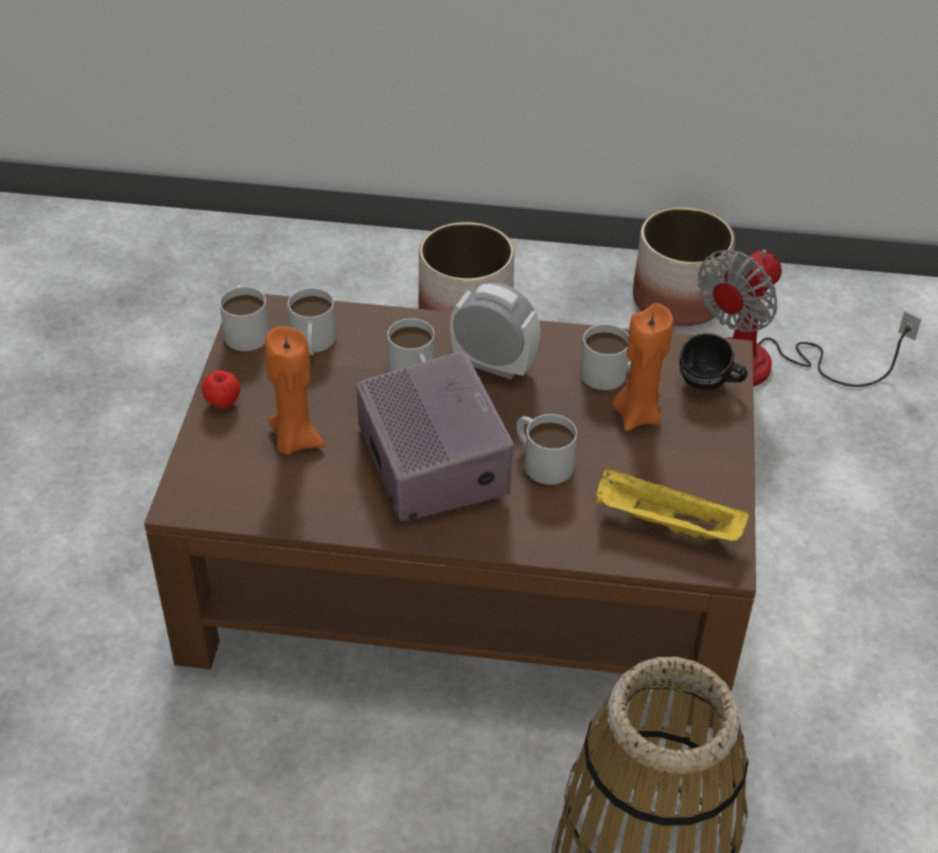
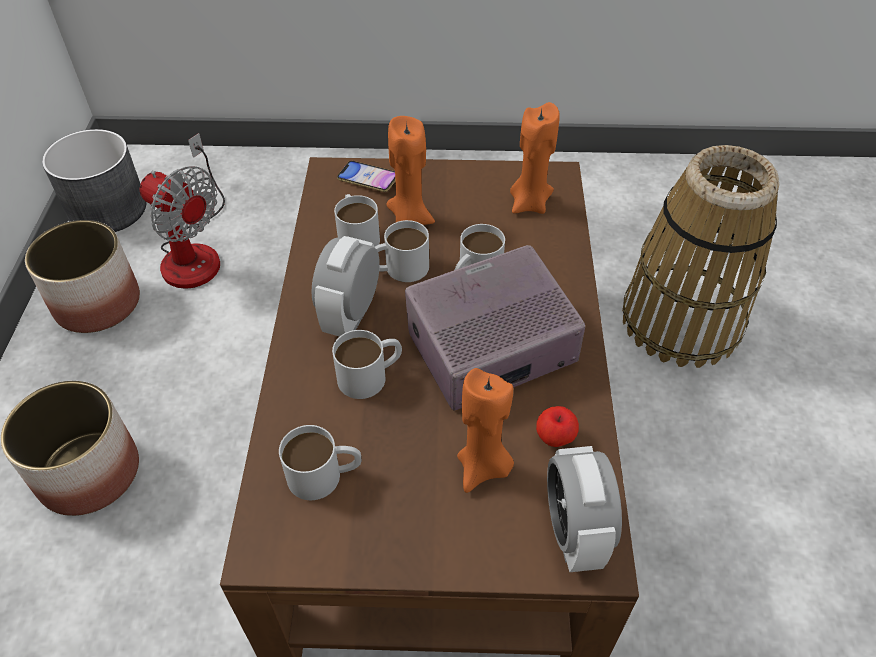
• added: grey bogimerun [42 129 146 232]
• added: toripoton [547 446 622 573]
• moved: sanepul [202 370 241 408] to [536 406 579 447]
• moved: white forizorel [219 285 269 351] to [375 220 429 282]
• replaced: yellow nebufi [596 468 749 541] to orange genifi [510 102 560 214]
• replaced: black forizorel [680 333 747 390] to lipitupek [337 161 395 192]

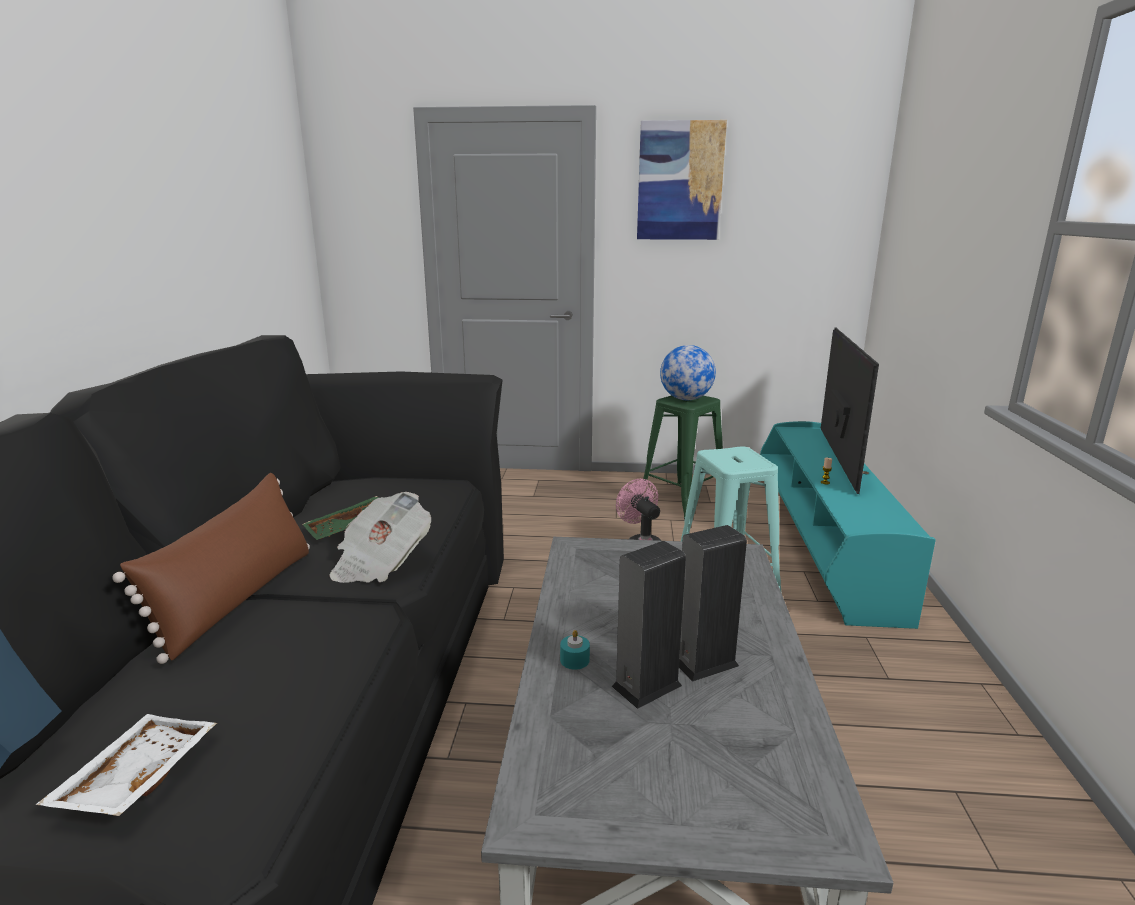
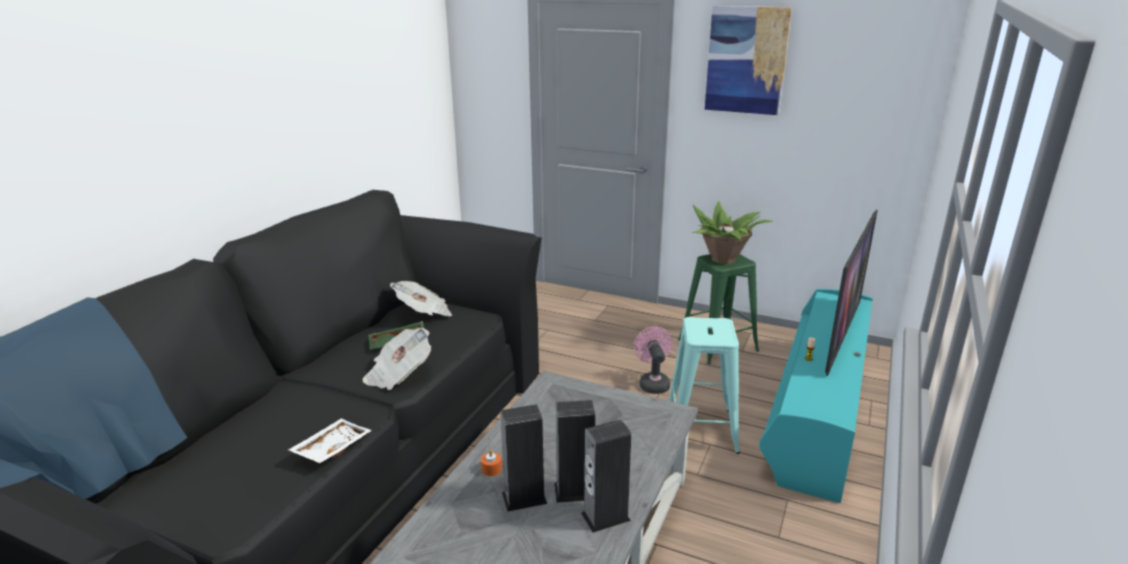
• removed: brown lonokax [112 473 310 664]
• added: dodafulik [390 281 452 316]
• added: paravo [581 419 631 533]
• moved: white nebufi [36 714 217 816] to [288 418 372 463]
• replaced: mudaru [660 345 716 400] to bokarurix [692 201 773 264]
• recoloured: turquoise genifi [560 630 590 670] to orange genifi [481 450 502 476]

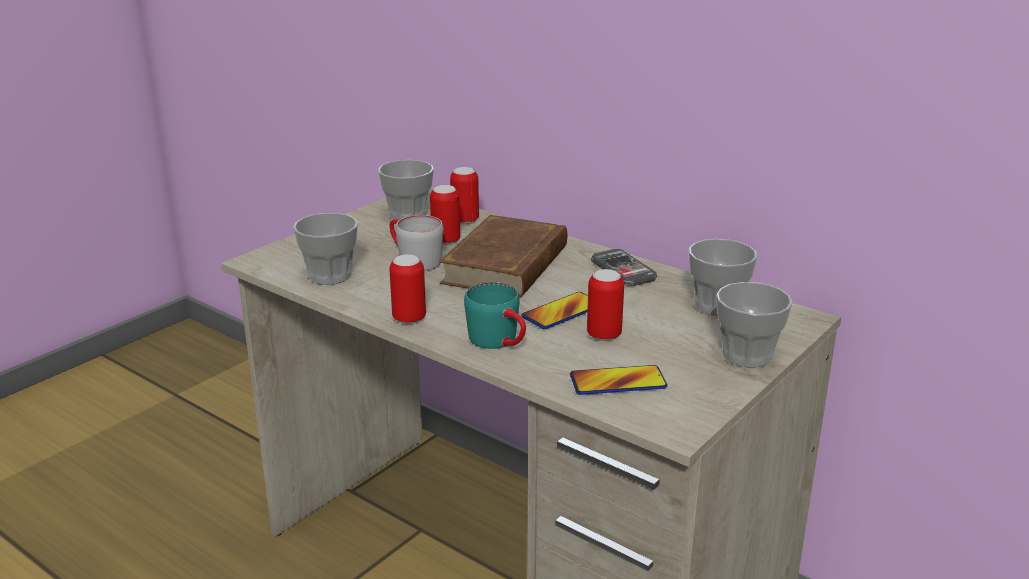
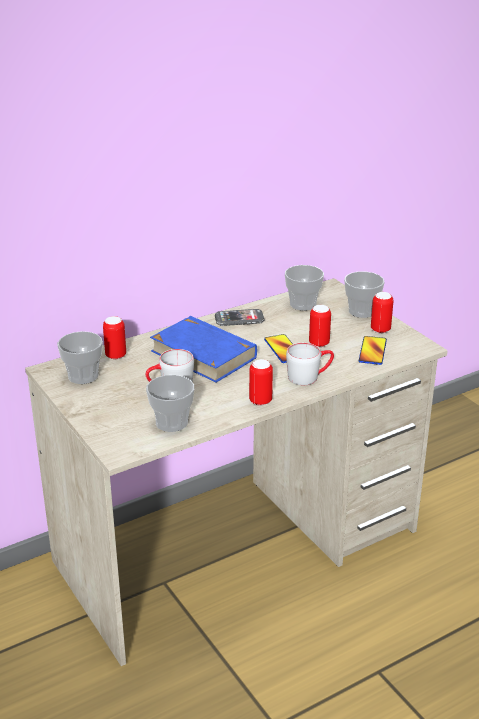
• moved: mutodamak [430 185 460 245] to [371 292 394 333]
• recoloured: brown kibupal [439 215 567 298] to blue kibupal [150 316 257 382]
• recoloured: turquoise forizorel [464 282 526 349] to grey forizorel [286 343 334 385]

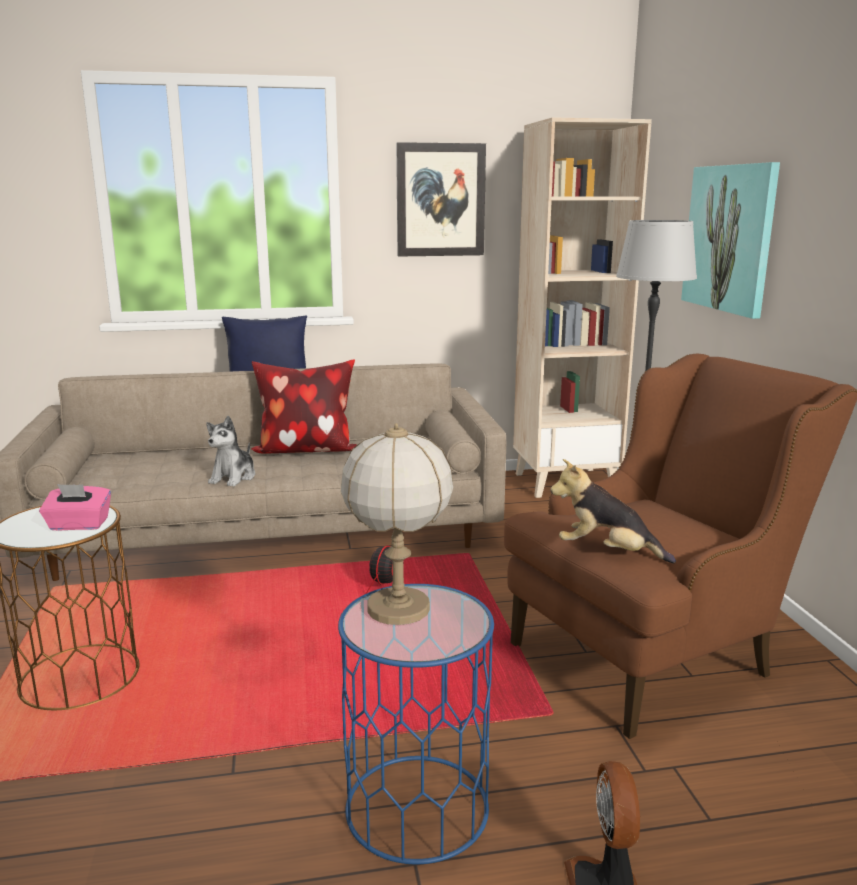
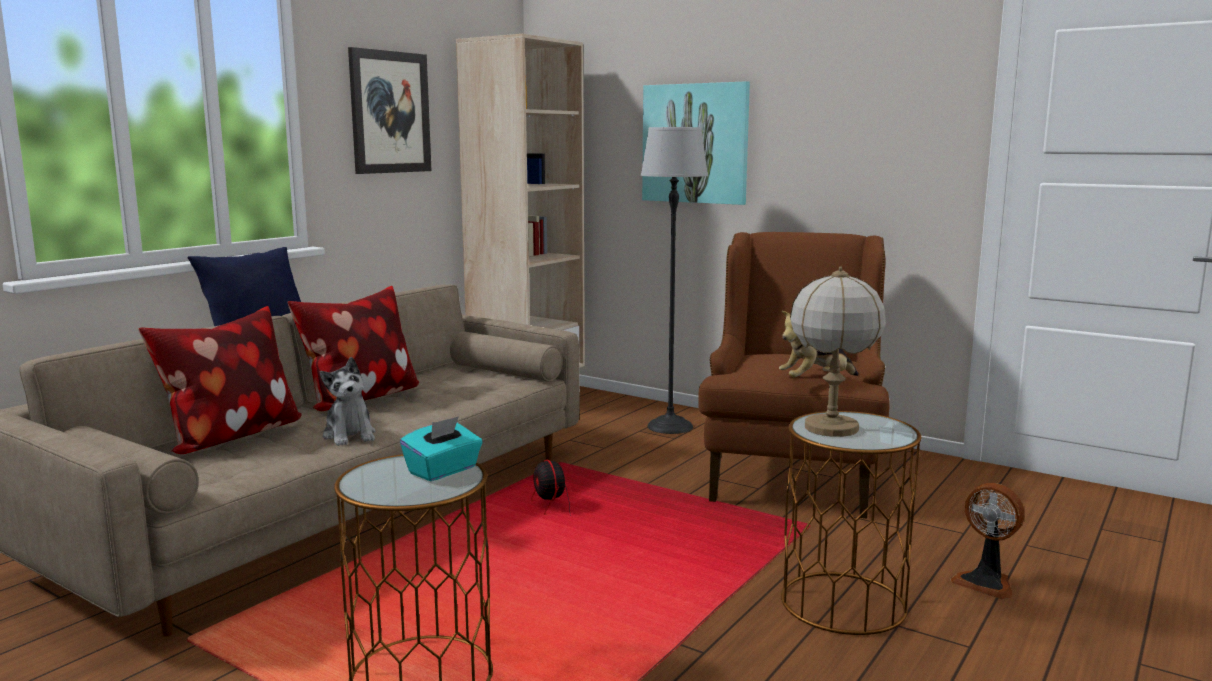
• added: lonokax [138 306 301 454]
• recoloured: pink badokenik [39 484 111 530] to turquoise badokenik [400 416 483 481]
• recoloured: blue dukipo [338 584 494 864] to brown dukipo [781 411 921 635]

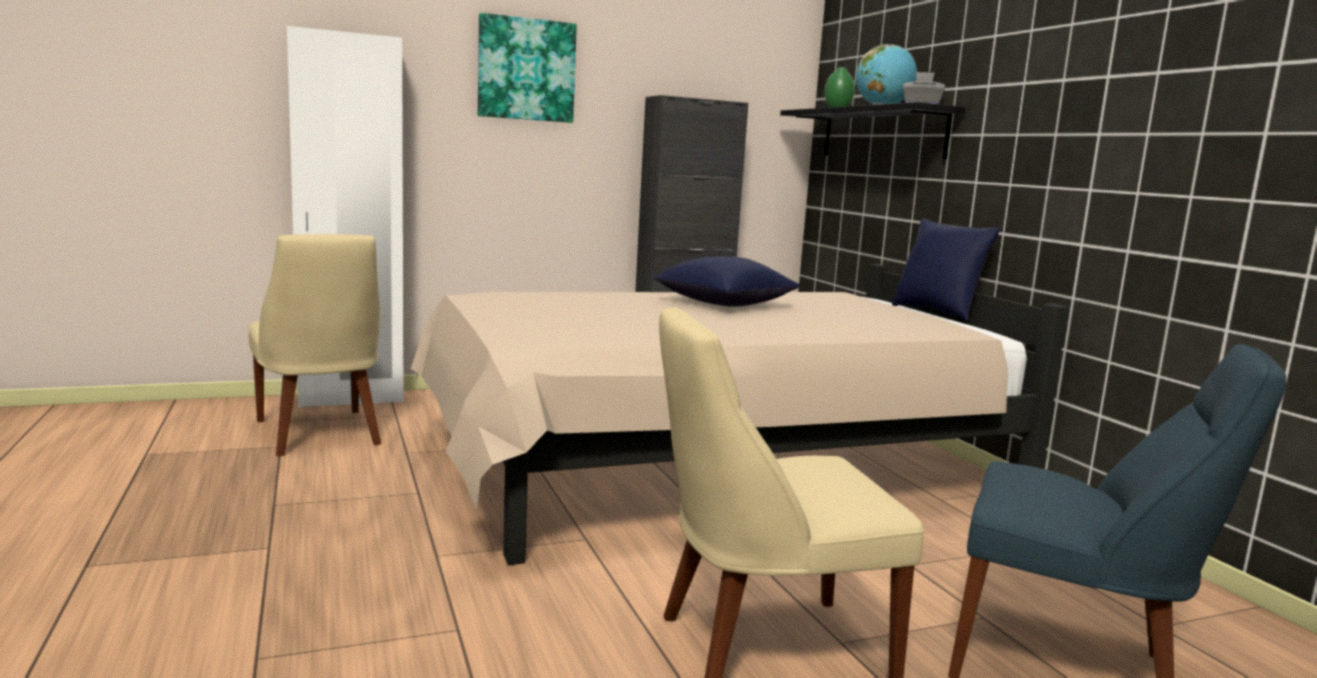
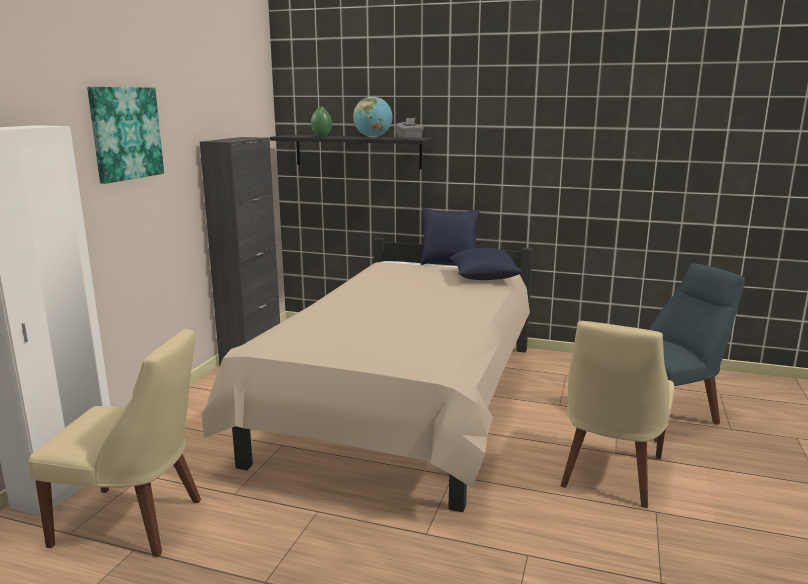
• moved: blue lonokax [653 256 800 307] to [449 248 522 280]

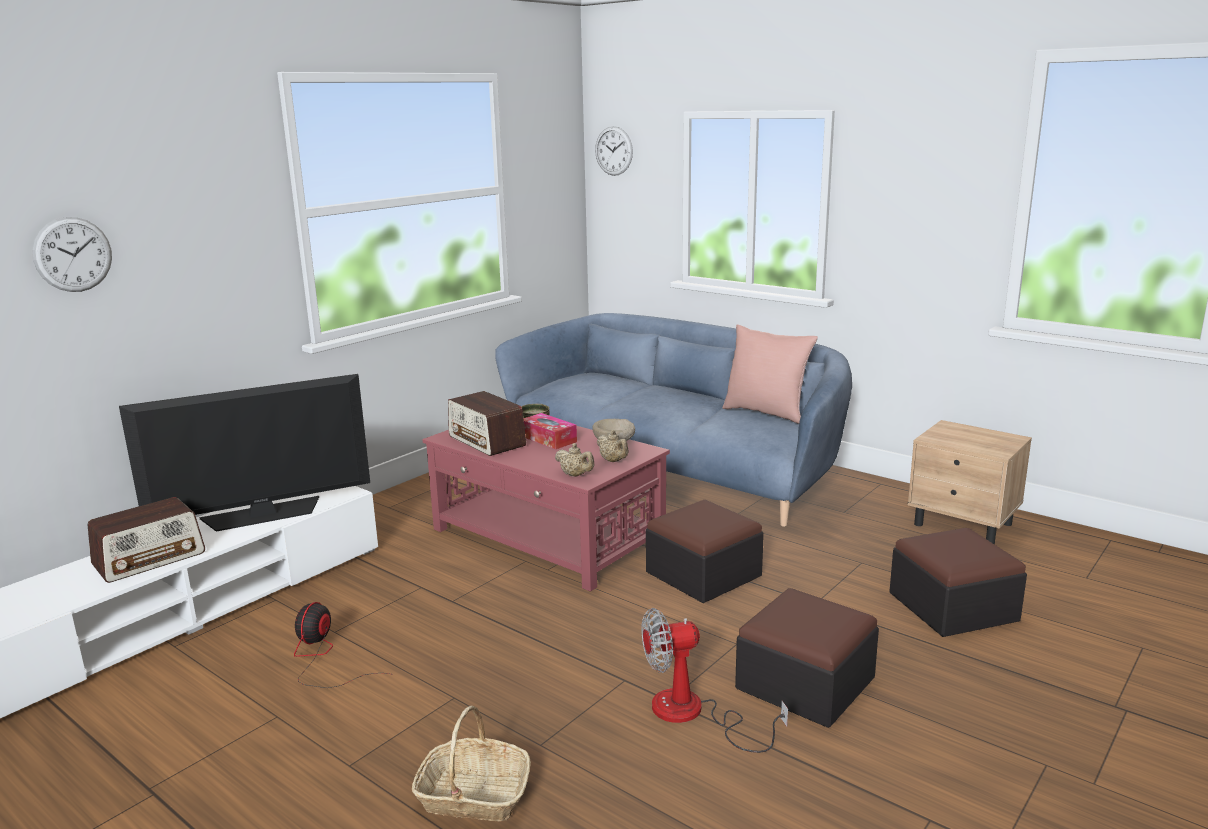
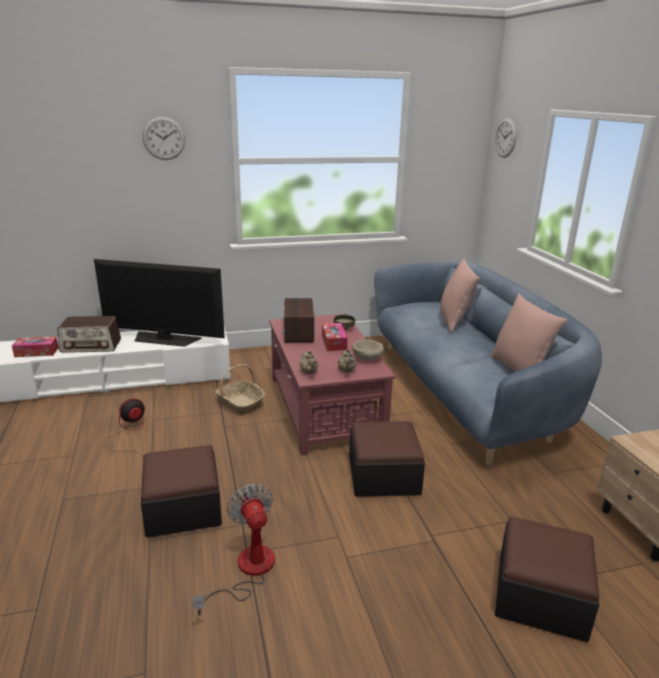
• added: badokenik [12 337 59 357]
• added: pink lonokax [440 258 480 333]
• moved: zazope [32 217 112 292] to [142 117 185 160]
• moved: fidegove [412 706 531 822] to [215 364 265 415]
• moved: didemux [735 588 879 728] to [141 445 222 538]
• turned: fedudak [641 608 788 753] = [193 484 275 616] 45 degrees clockwise

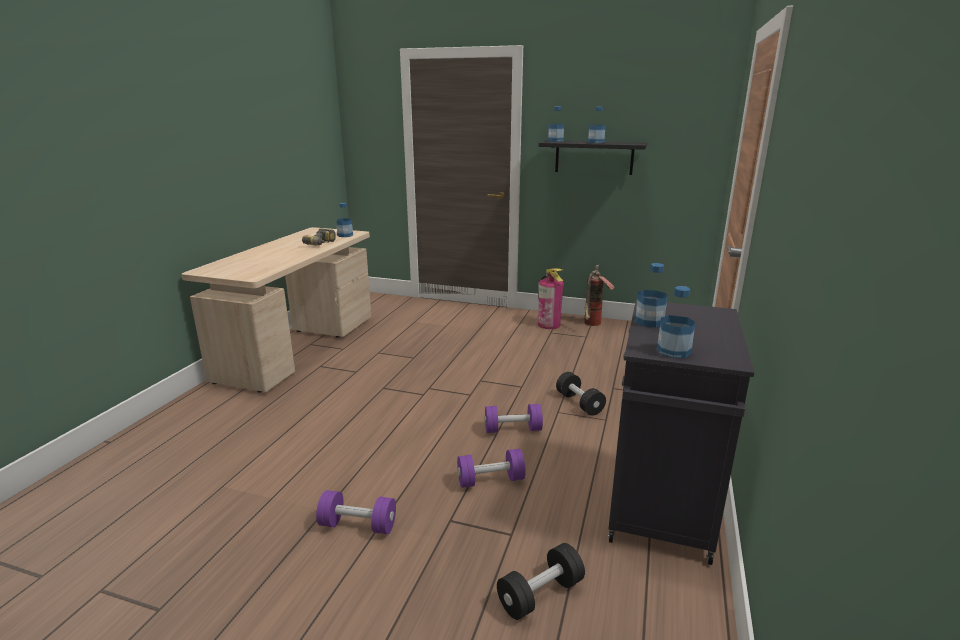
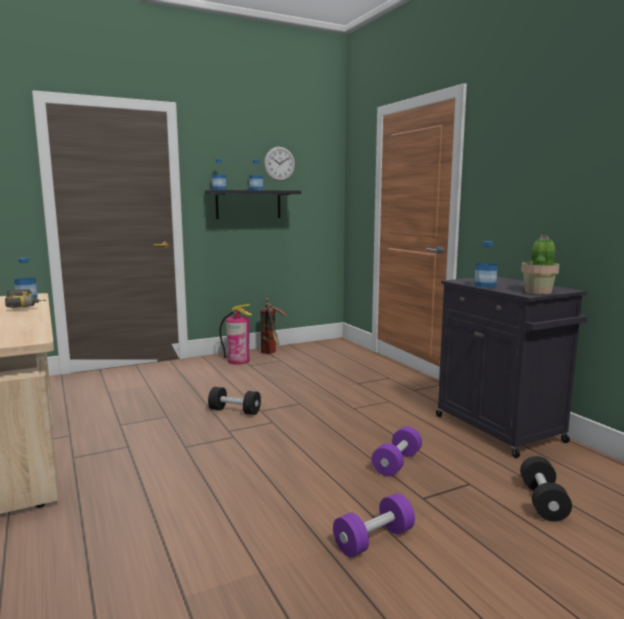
• removed: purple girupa [485 404 543 433]
• added: zazope [264 147 295 181]
• moved: black girupa [556 372 606 416] to [208 387 261 415]
• replaced: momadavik [657 286 695 358] to bokarurix [521 235 560 294]

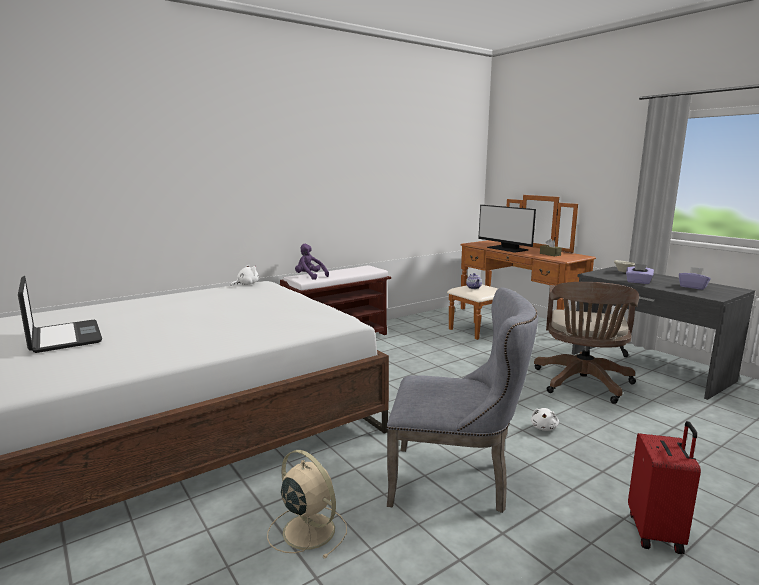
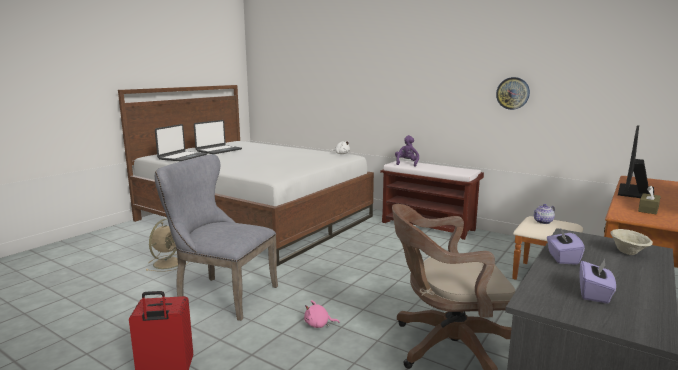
• added: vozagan [155 124 207 161]
• added: zazope [496 77 530 110]
• recoloured: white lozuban [531 408 559 431] to pink lozuban [304 300 340 328]
• turned: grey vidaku [387 287 538 513] = [155 154 278 321] 120 degrees clockwise

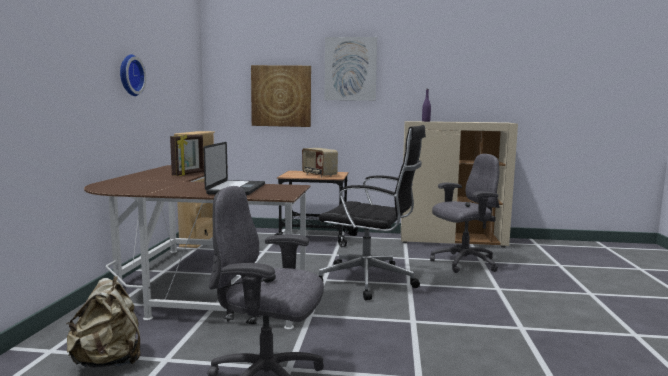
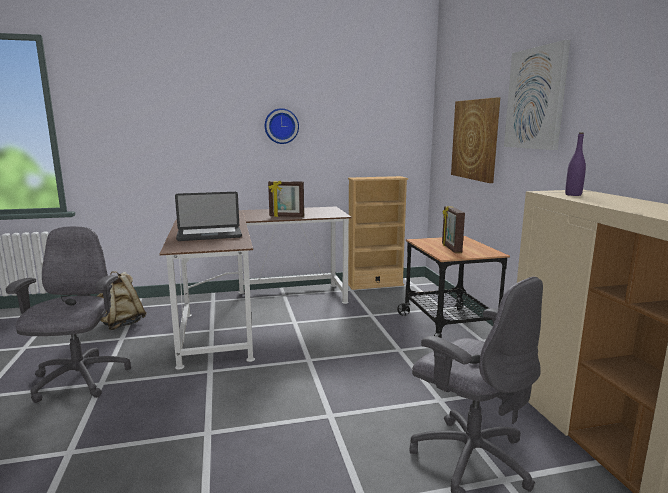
• removed: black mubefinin [318 125 426 300]
• replaced: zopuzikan [302 148 338 177] to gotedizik [442 206 465 253]

